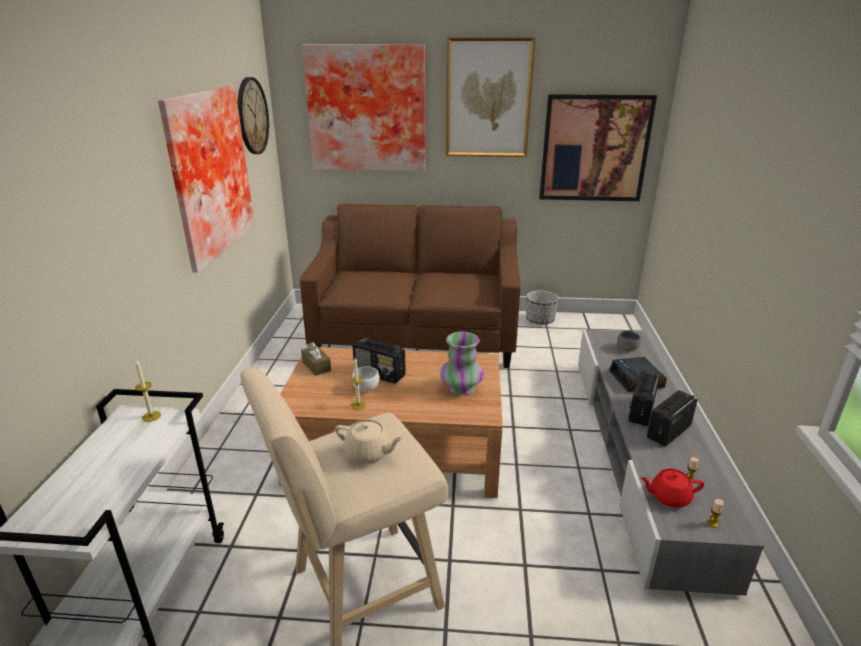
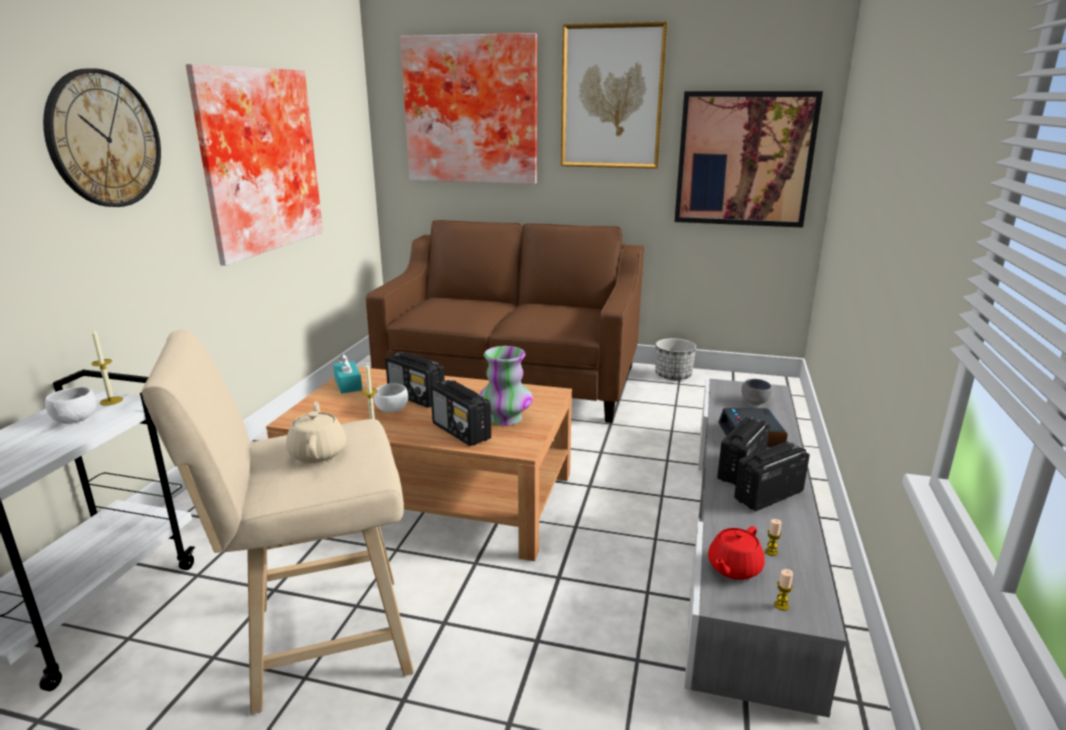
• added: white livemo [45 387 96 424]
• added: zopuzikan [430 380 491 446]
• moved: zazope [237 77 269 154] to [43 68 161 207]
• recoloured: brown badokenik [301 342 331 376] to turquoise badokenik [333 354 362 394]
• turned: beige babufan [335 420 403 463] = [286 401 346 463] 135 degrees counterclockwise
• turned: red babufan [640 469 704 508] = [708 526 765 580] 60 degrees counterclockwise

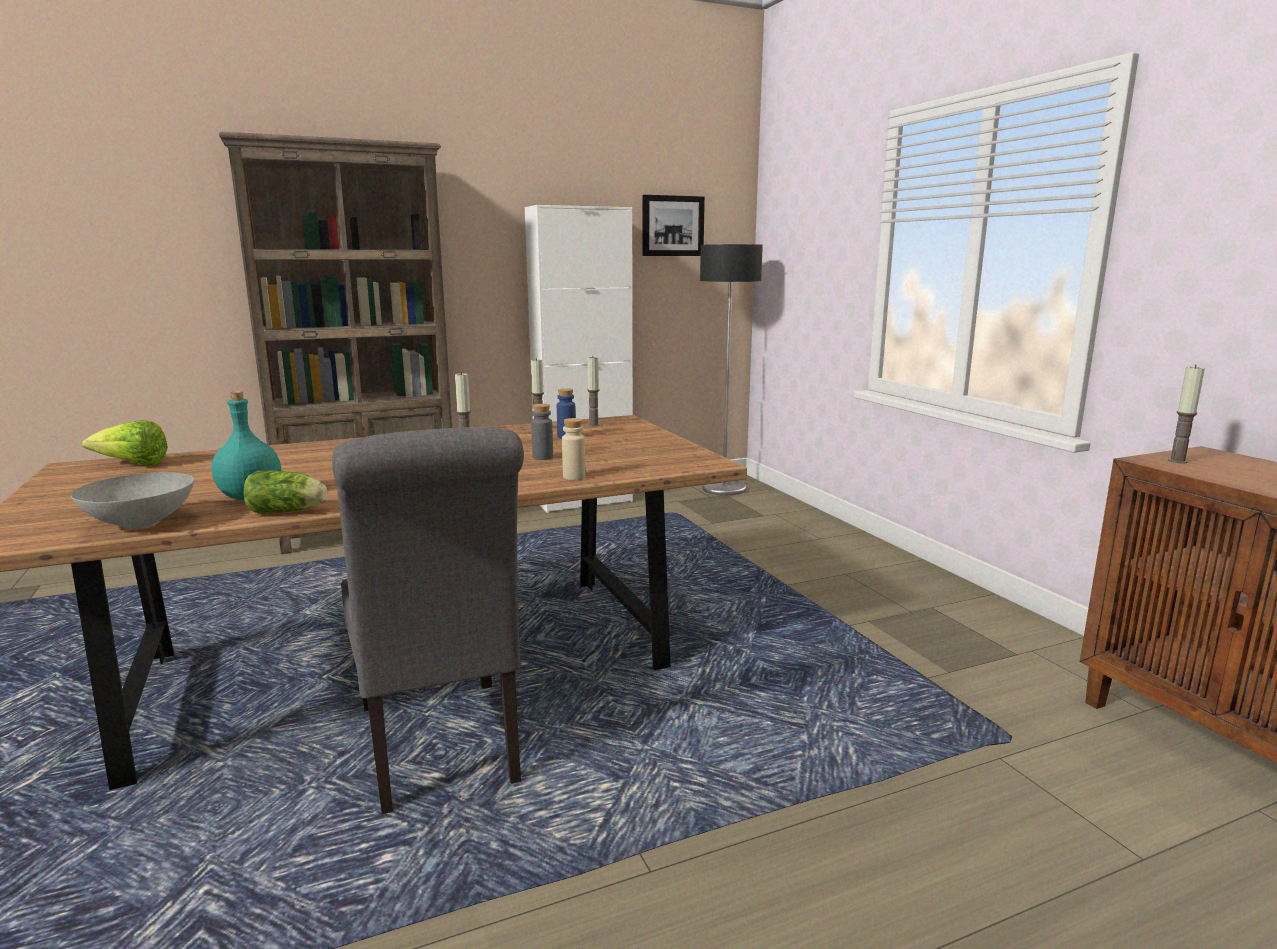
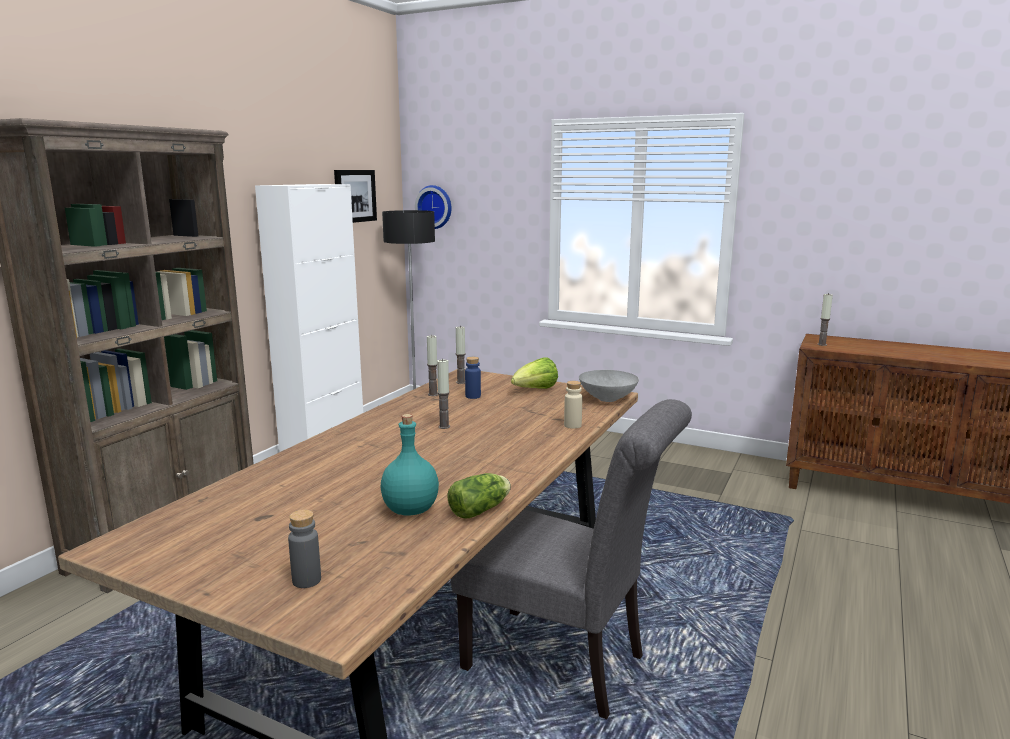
• added: zazope [415 185 452 229]
• moved: grey livemo [71 472 194 529] to [579 370 639 402]
• moved: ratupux [82 420 168 466] to [511 357 558 389]
• moved: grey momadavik [531 404 553 460] to [288 510 321 588]

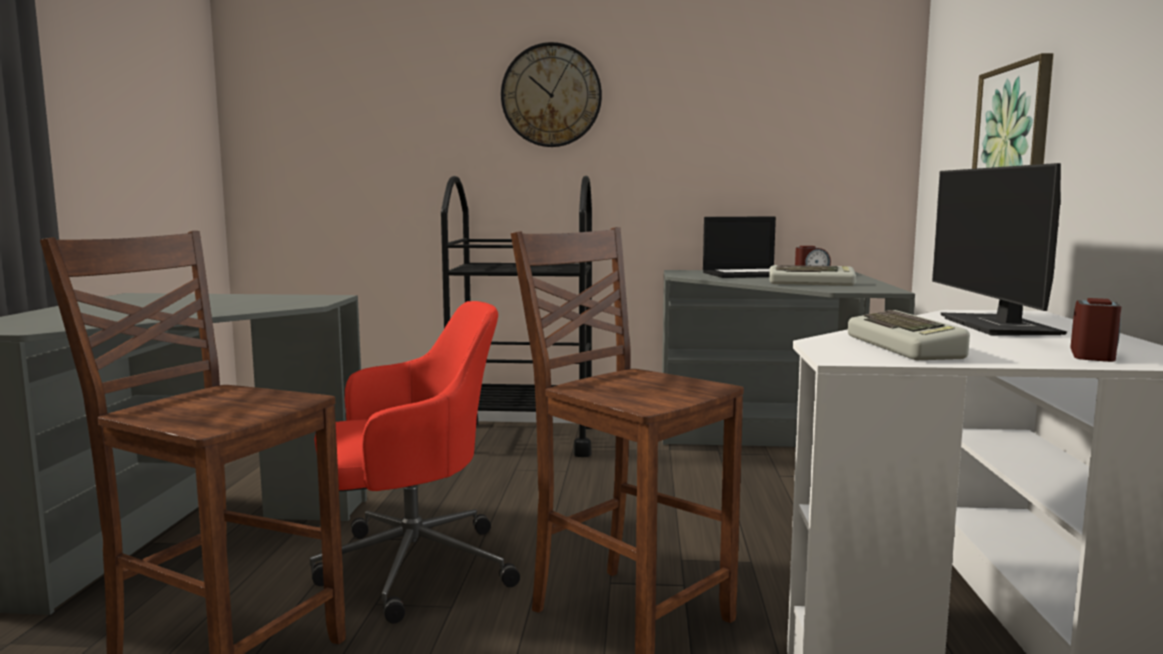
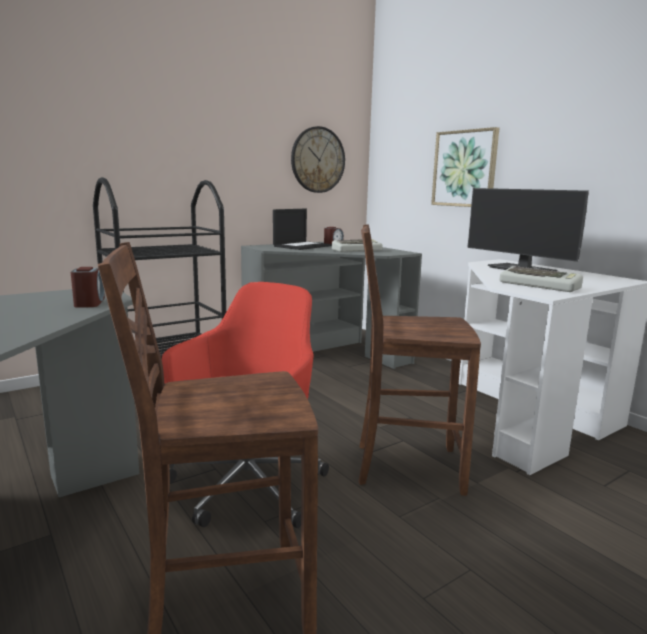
• moved: zazope [501 42 602 147] to [291 126 345 193]
• moved: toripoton [1070 298 1121 362] to [71 267 105 308]

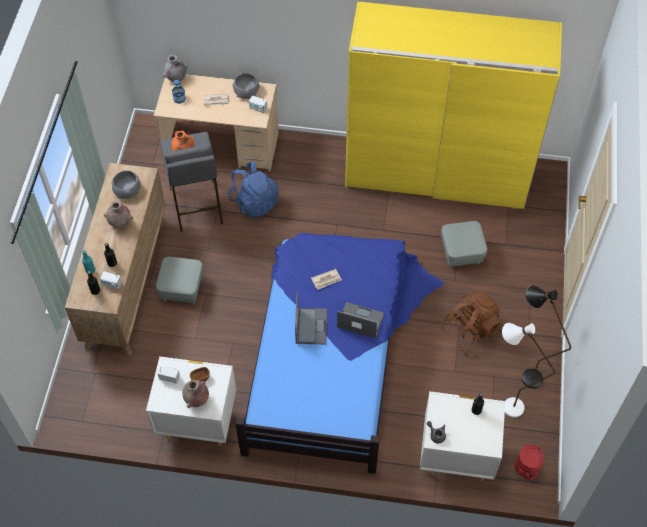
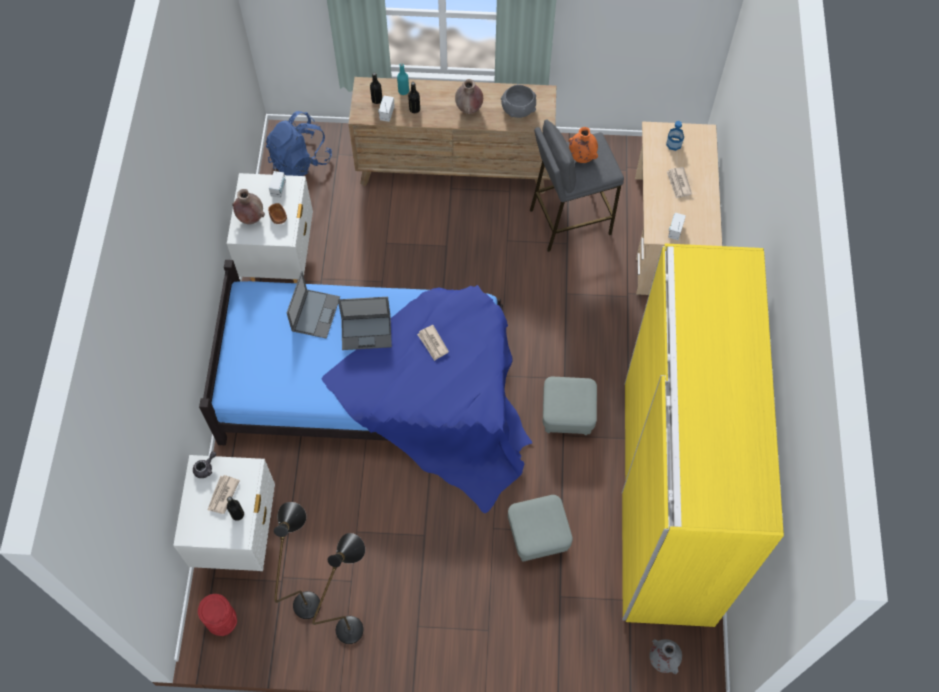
• removed: grey livemo [232 73 260 99]
• removed: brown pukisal [442 293 501 352]
• added: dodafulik [208 475 240 514]
• moved: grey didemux [156 257 203 305] to [543 377 597 435]
• moved: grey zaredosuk [163 55 188 82] to [649 639 682 674]
• moved: blue pukisal [228 162 279 218] to [266 111 332 176]
• moved: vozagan [337 302 384 338] to [287 271 340 339]
• recoloured: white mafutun [502 323 555 418] to black mafutun [274 502 320 619]

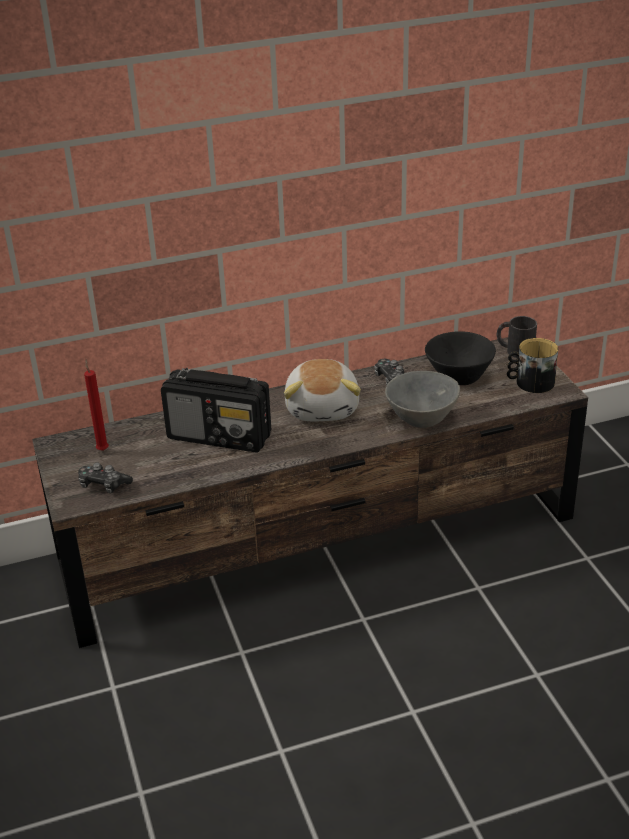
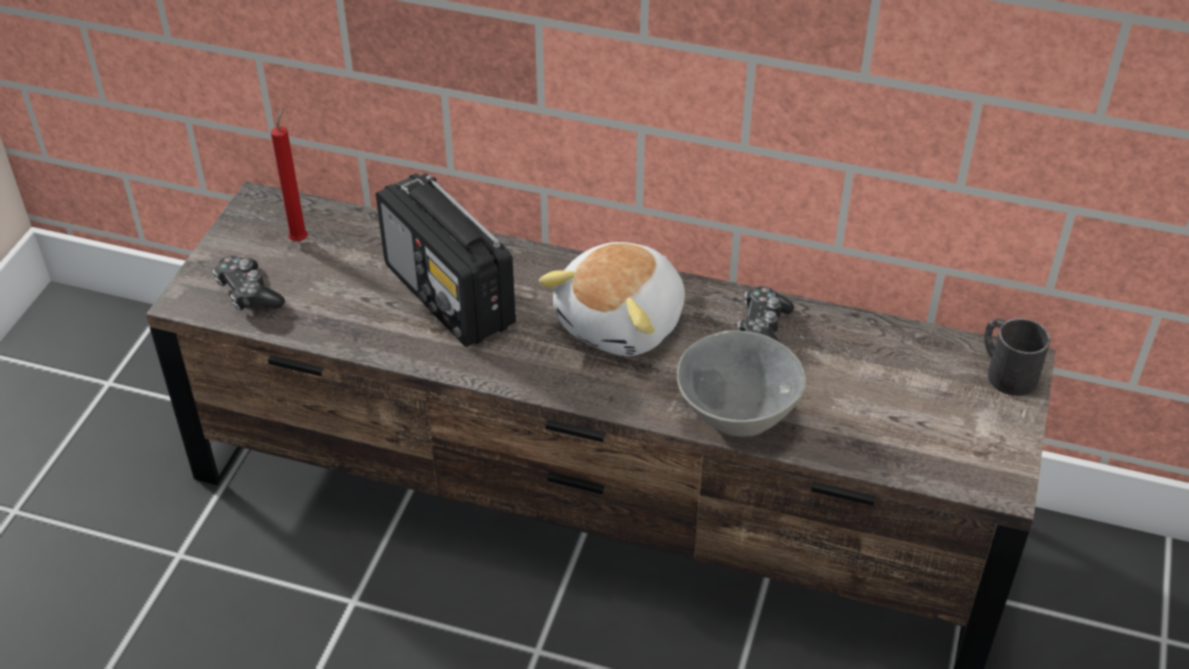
• removed: black livemo [425 331 496 385]
• removed: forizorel [507 338 558 393]

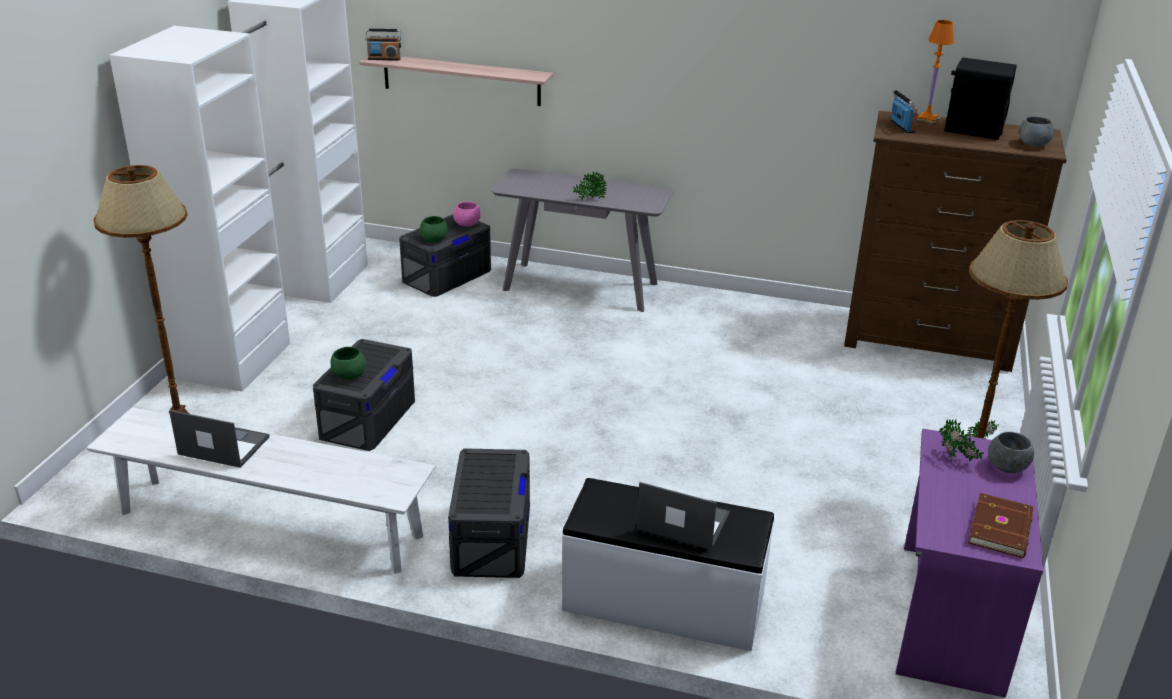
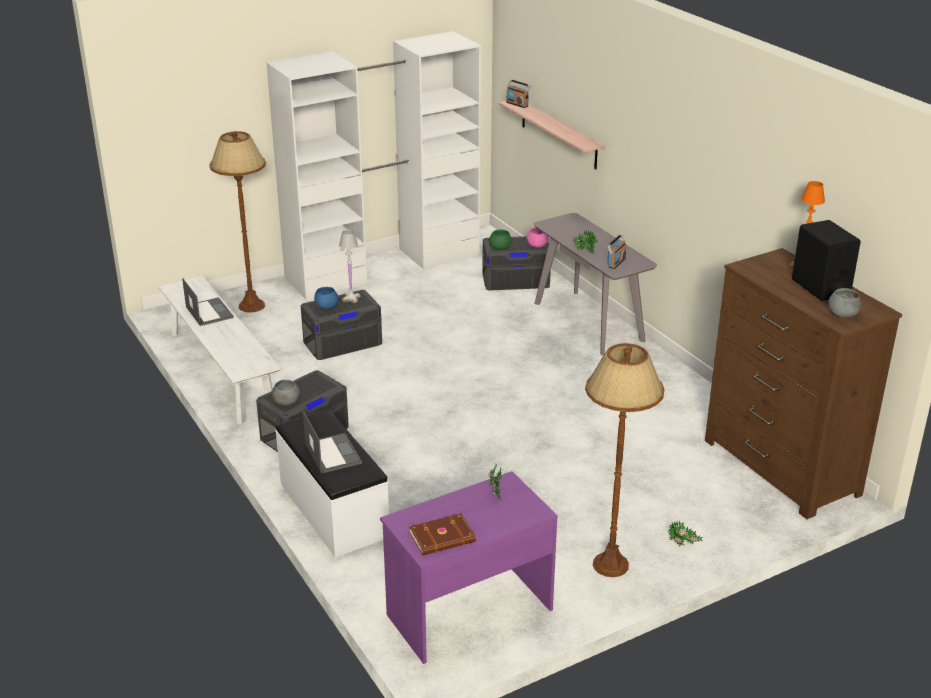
• added: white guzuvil [339 230 361 303]
• moved: zopuzikan [890 90 918 133] to [607 235 626 269]
• moved: grey livemo [988 432 1034 473] to [272 380 300 405]
• recoloured: green livemo [330 347 366 380] to blue livemo [314 287 338 309]

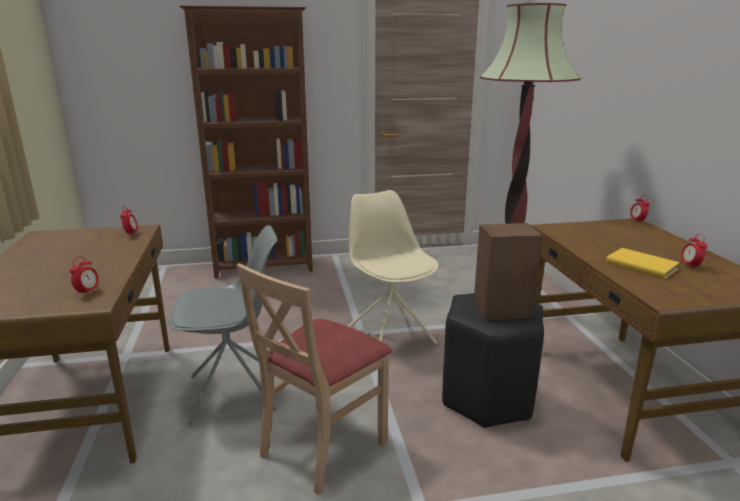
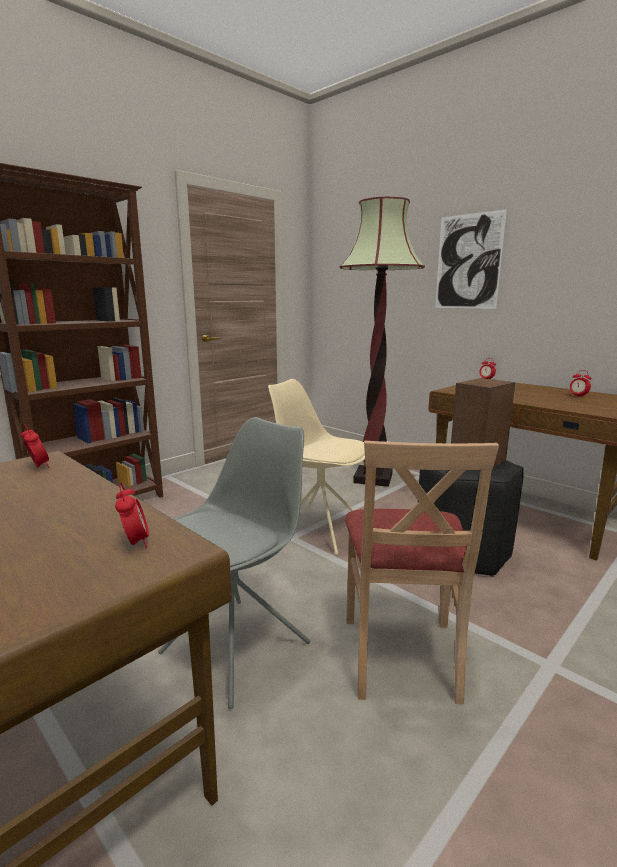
• removed: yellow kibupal [606 248 680 279]
• added: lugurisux [435 209 507 309]

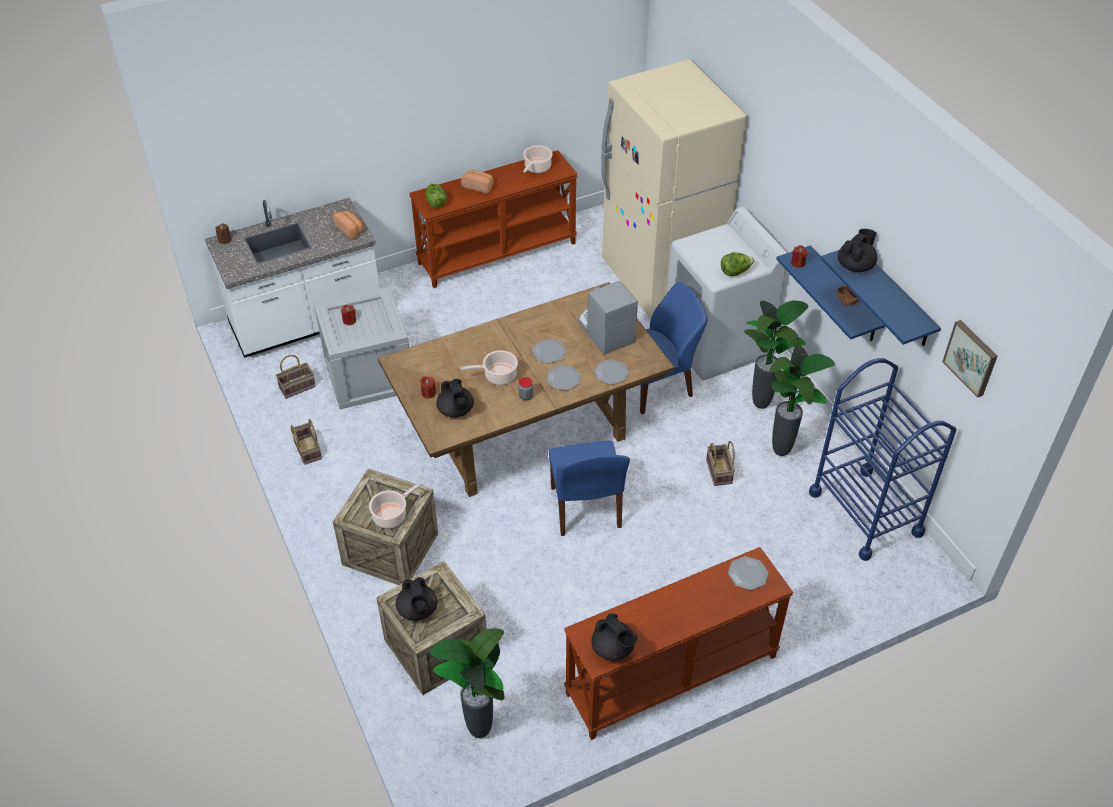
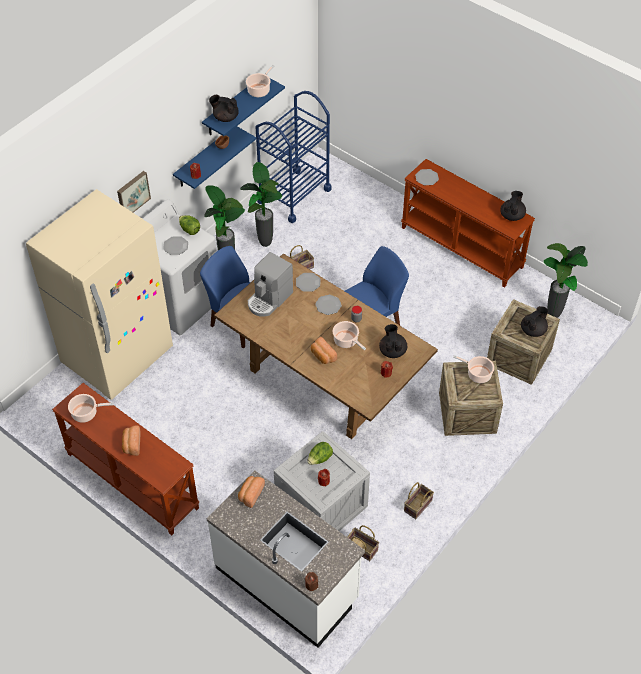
• added: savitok [246 65 274 97]
• added: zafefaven [311 337 337 364]
• moved: ratupux [425 183 447 208] to [307 442 333 465]
• moved: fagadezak [532 339 567 363] to [163 237 188 255]
• moved: lugurisux [942 320 997 398] to [117 171 151 213]
• turned: black babufan [436 379 474 418] = [379 324 407 358] 45 degrees counterclockwise

